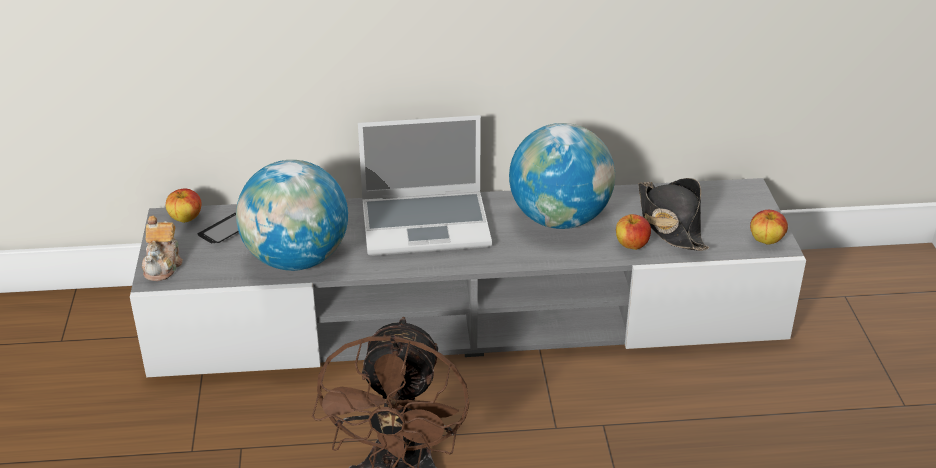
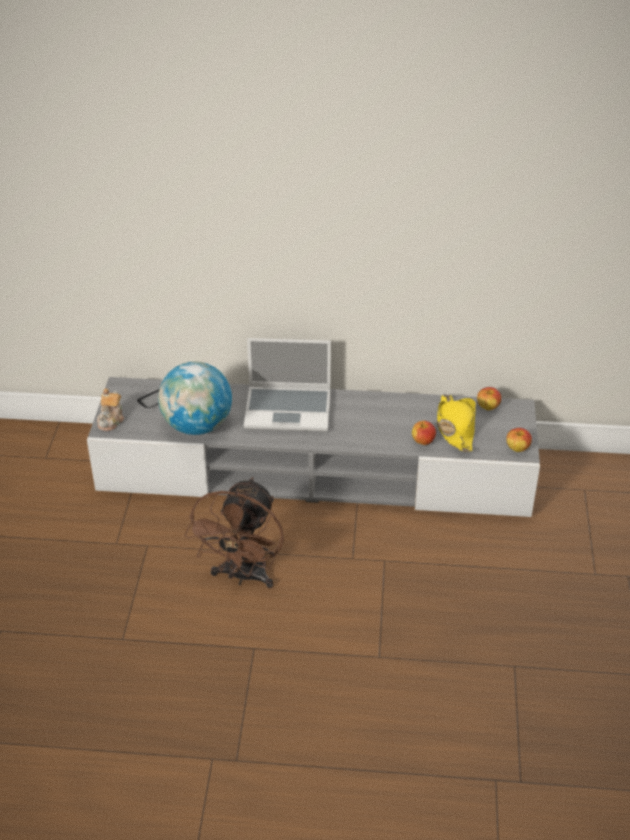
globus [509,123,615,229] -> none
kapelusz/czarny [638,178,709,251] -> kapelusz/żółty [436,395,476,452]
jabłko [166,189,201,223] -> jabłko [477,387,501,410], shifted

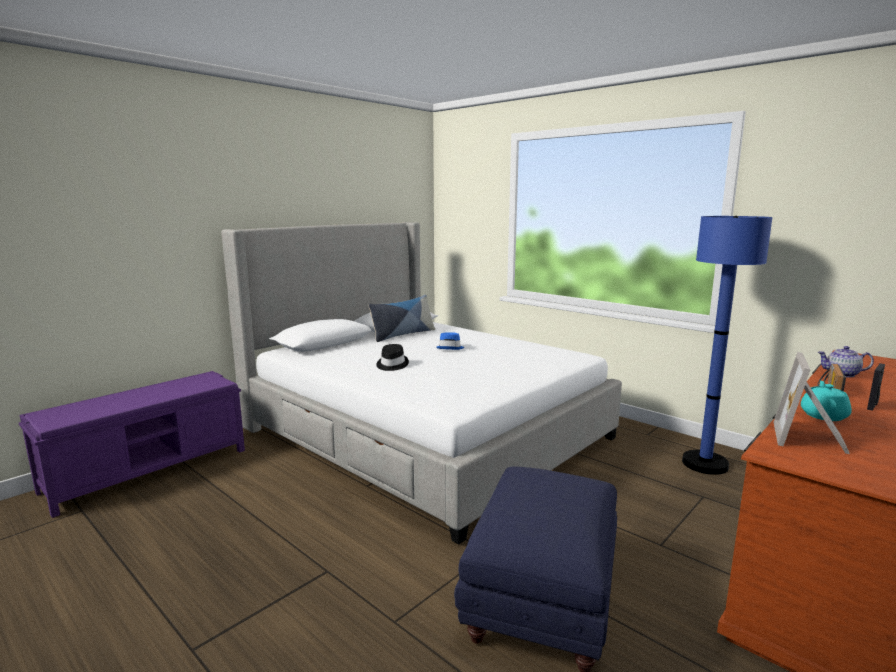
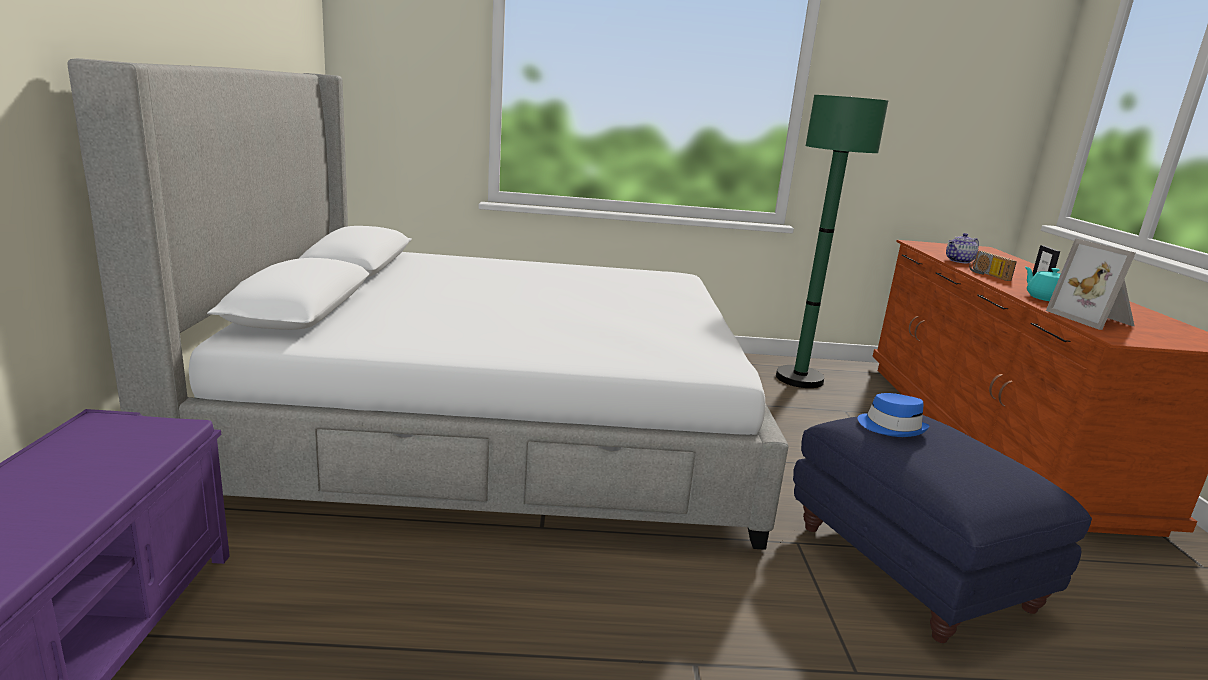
lampa stojąca/niebieski [682,216,773,475] -> lampa stojąca/zielony [776,95,888,388]
poduszka [369,295,435,342] -> none
kapelusz/niebieski [436,332,464,350] -> kapelusz/niebieski [858,393,929,437], shifted
kapelusz/czarny [376,344,409,371] -> none

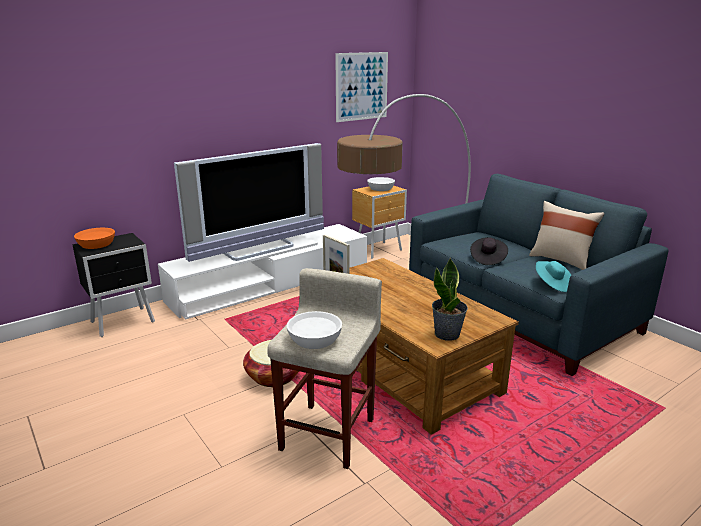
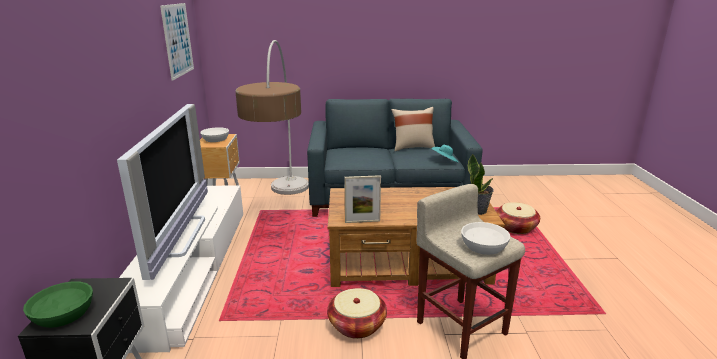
miska/pomarańczowy [74,228,115,249] -> miska/zielony [23,281,93,328]
kapelusz/czarny [470,237,508,265] -> none
none -> koszyk [496,202,540,234]

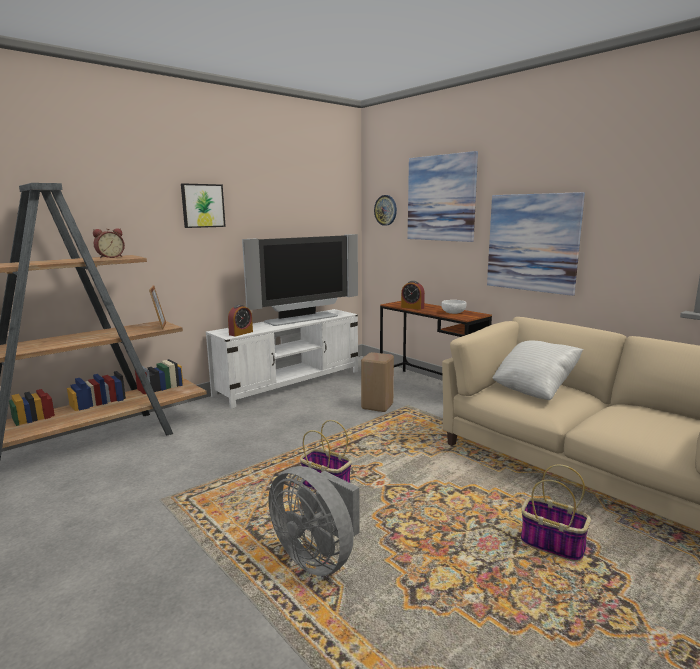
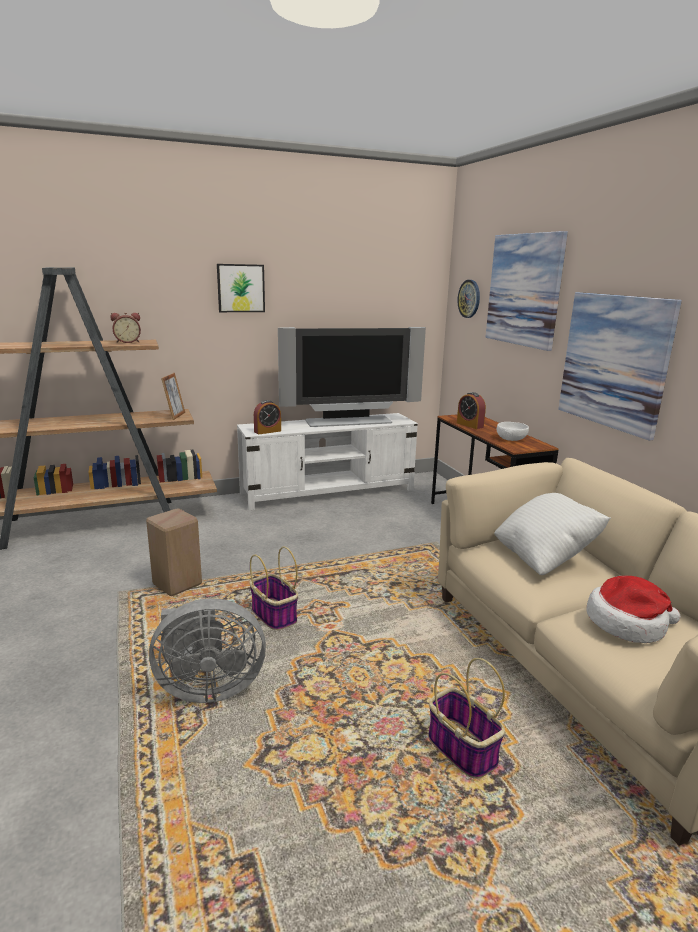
stołek/beżowy [361,352,394,412] -> stołek/beżowy [146,508,202,596], shifted
wentylator/szary [269,466,360,576] -> wentylator/szary [149,598,266,703], 75 degrees counterclockwise
none -> kapelusz [586,576,681,643]

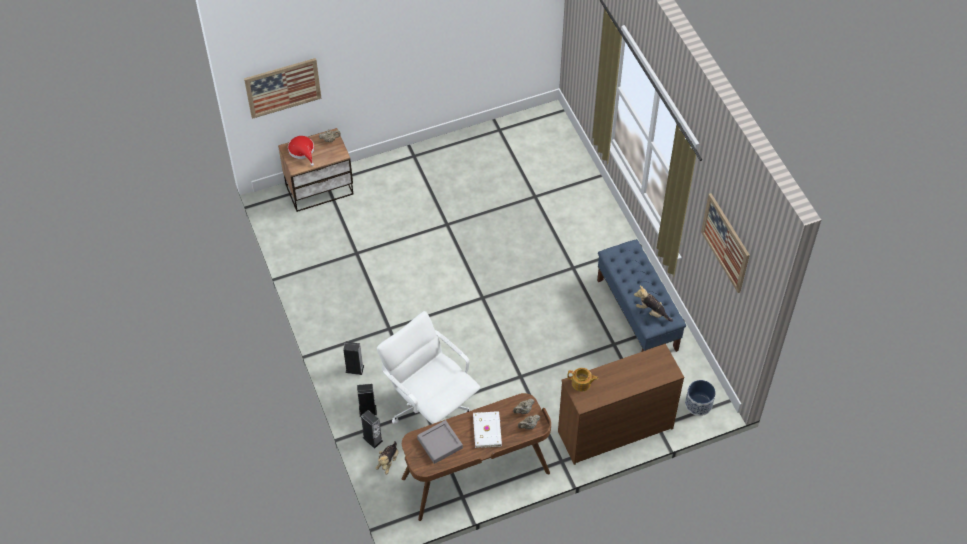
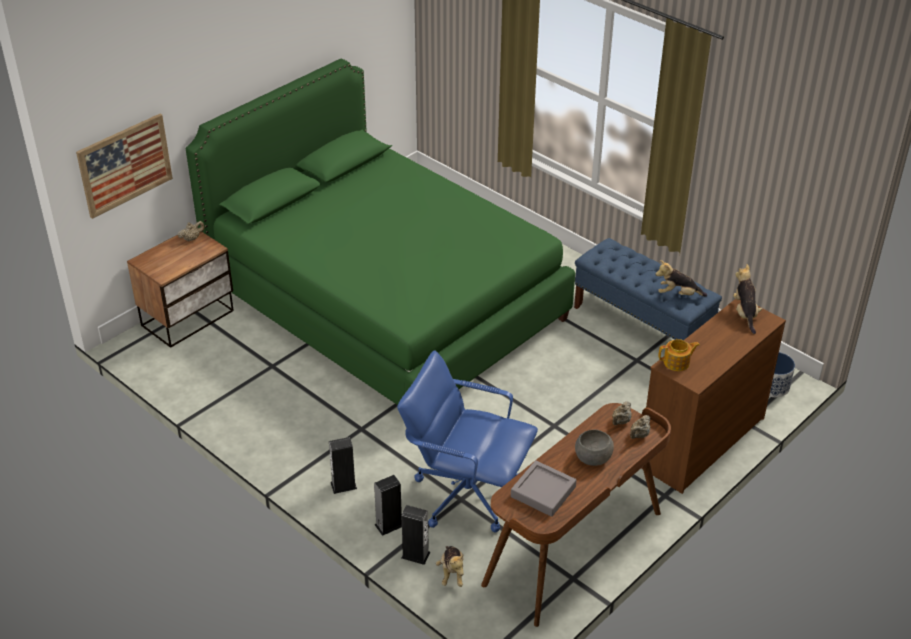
kapelusz/czerwony [288,136,314,166] -> none
obraz [701,193,750,293] -> none
krzesło biurowe/biały [377,311,480,424] -> krzesło biurowe/niebieski [397,351,538,533]
książka/biały [473,411,502,448] -> miska/szary [575,430,614,466]
none -> łóżko/zielony [186,59,575,405]
none -> pluszak [733,264,762,334]

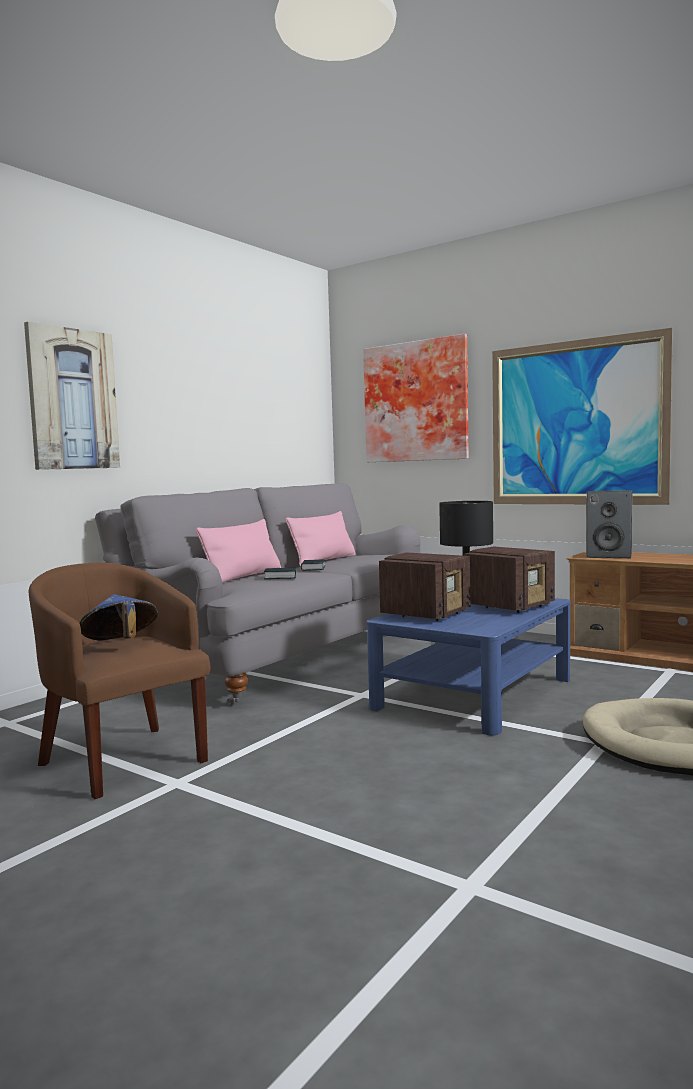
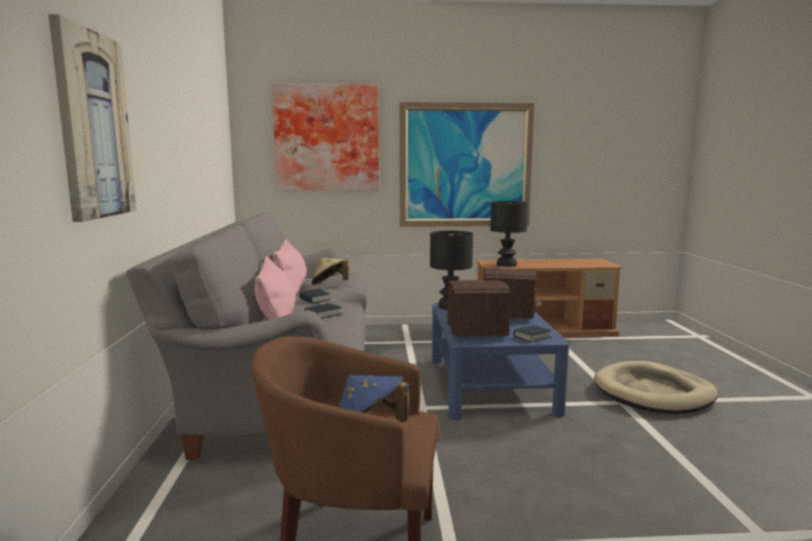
głośnik [586,490,632,559] -> lampa stołowa/czarny [490,201,528,267]
none -> kapelusz/beżowy [311,258,350,285]
none -> książka [514,325,552,342]

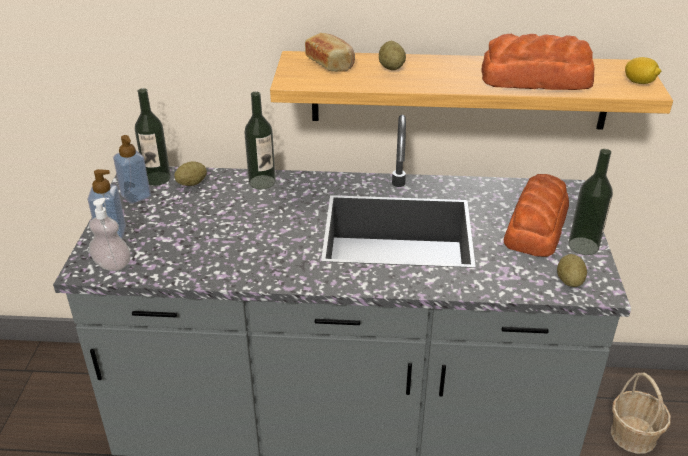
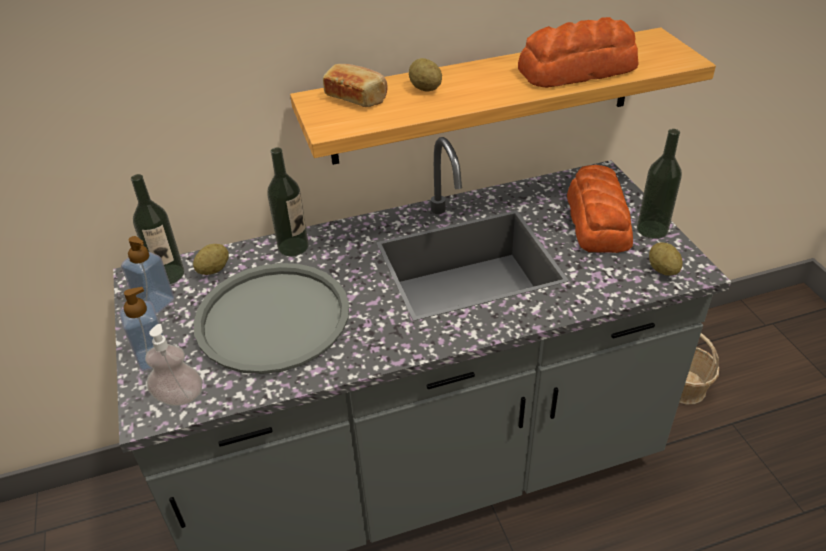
cytryna [625,57,661,84] -> none
none -> taca/szary [194,263,349,374]

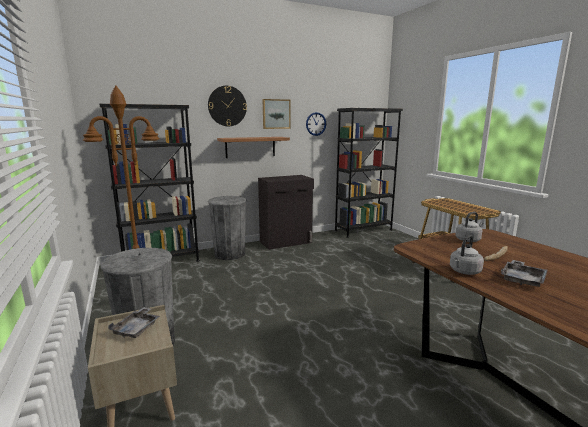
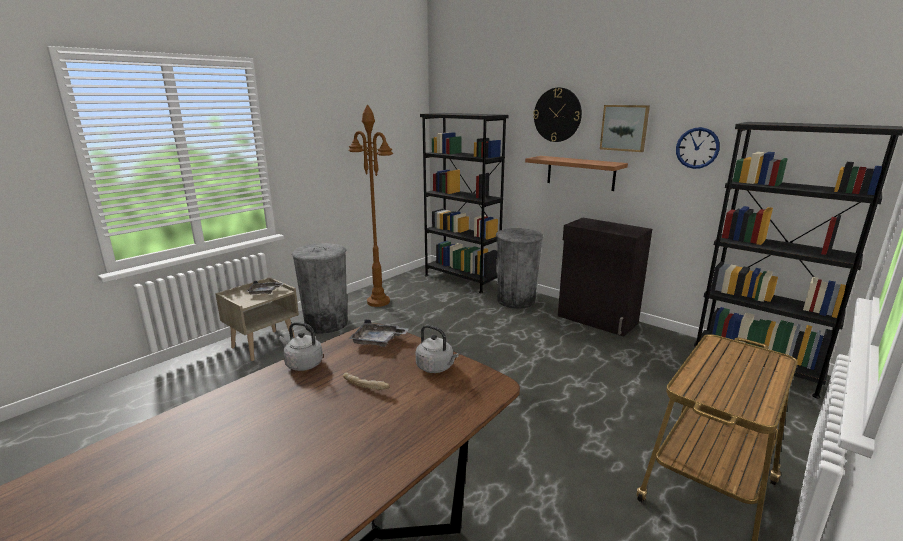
taca/szary [501,260,548,287] -> taca/szary [349,319,409,347], shifted

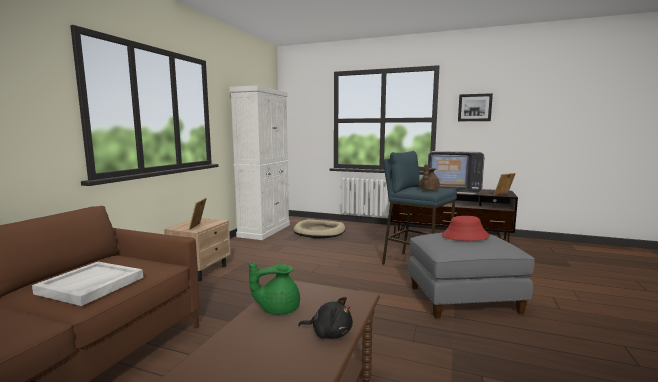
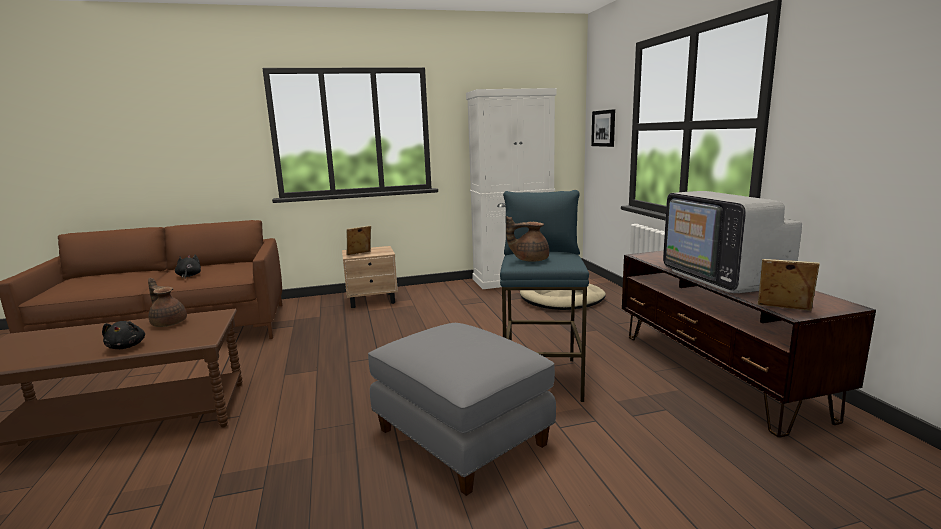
obraz [458,93,493,121] -> obraz [591,109,615,147], shifted
kapelusz/czerwony [442,216,490,241] -> none
taca/biały [32,262,143,306] -> pluszak/czarny [175,255,201,279]
imbryk/zielony [249,262,300,315] -> imbryk/brązowy [148,278,187,327]

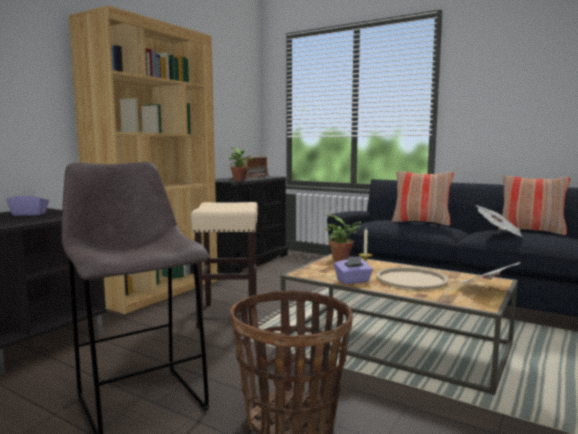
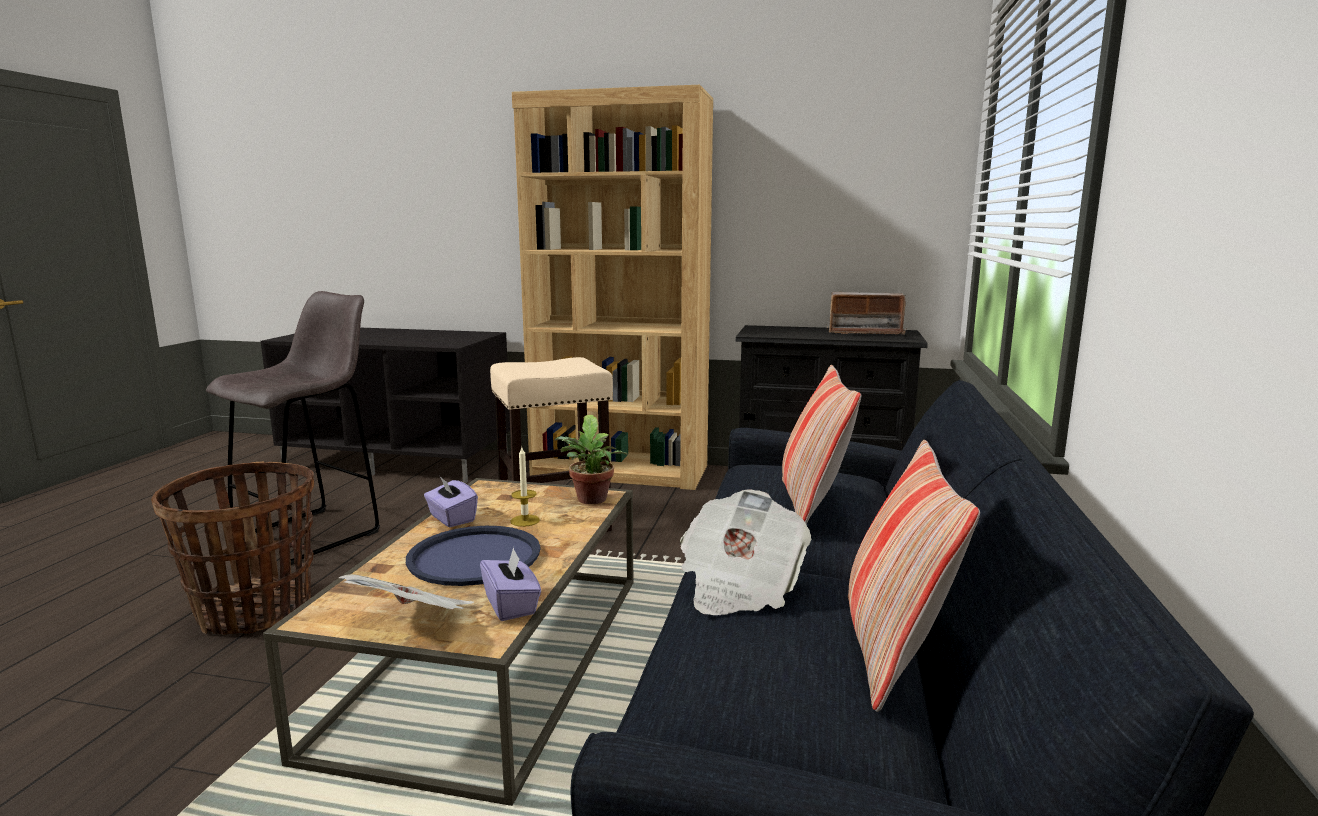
roślina doniczkowa [229,148,254,181] -> none
pudełko chusteczek/fioletowy [7,189,49,216] -> pudełko chusteczek/fioletowy [480,547,541,621], shifted
taca/beżowy [376,267,449,289] -> taca/niebieski [406,526,541,586]

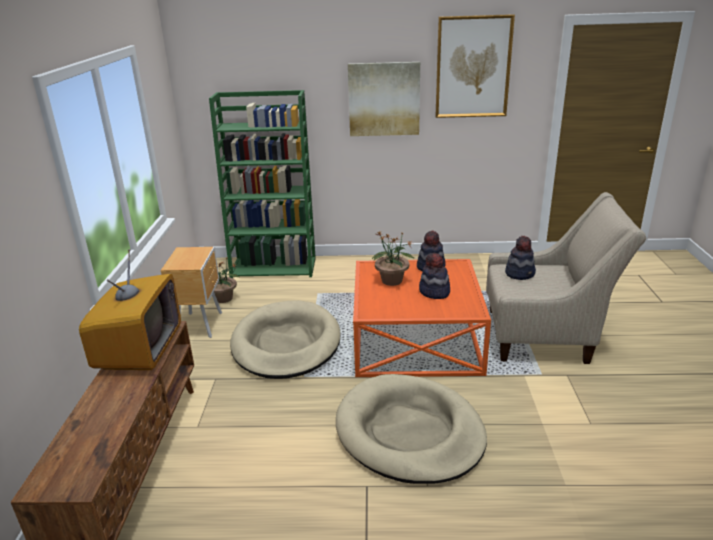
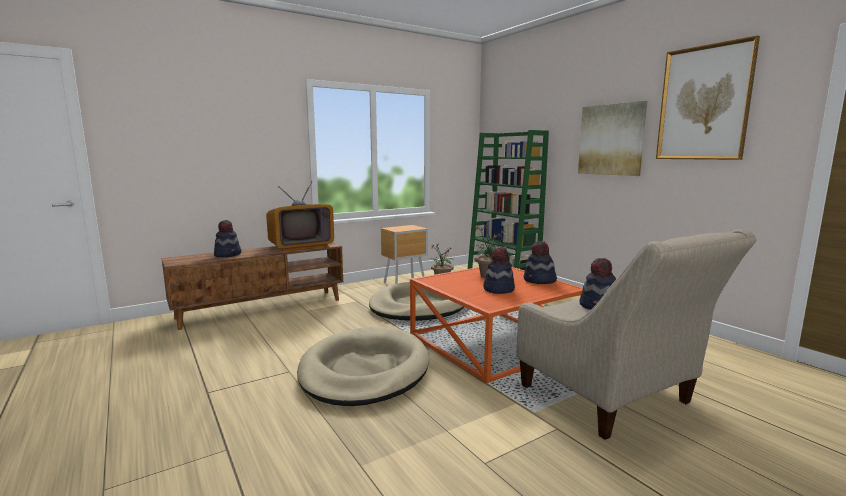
none -> kapelusz [214,220,241,257]

